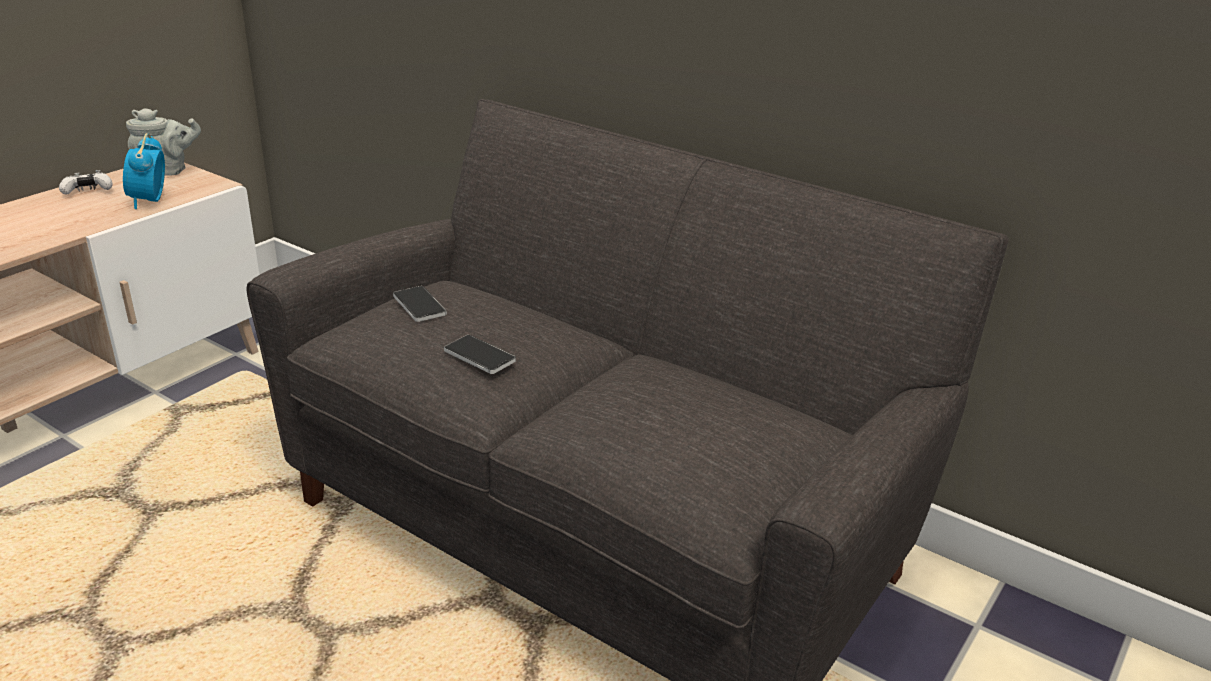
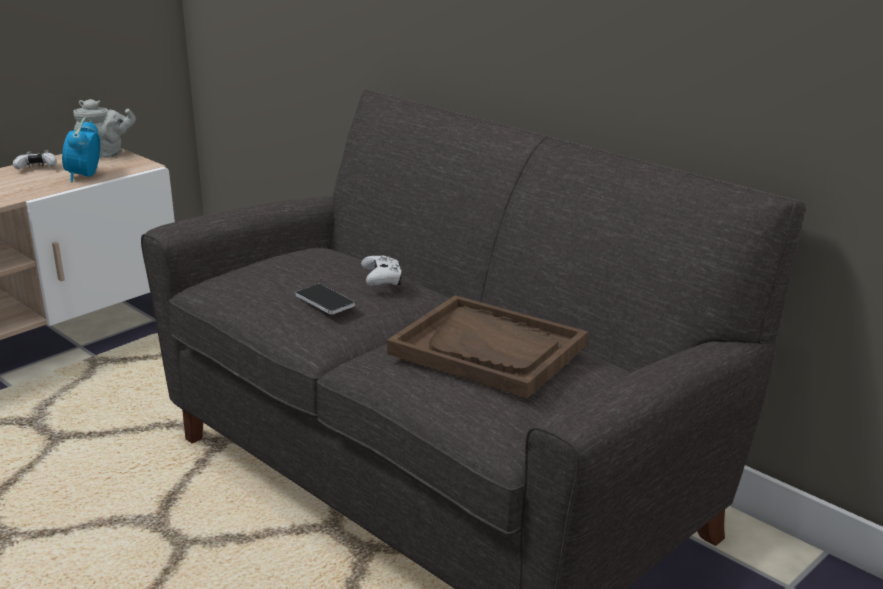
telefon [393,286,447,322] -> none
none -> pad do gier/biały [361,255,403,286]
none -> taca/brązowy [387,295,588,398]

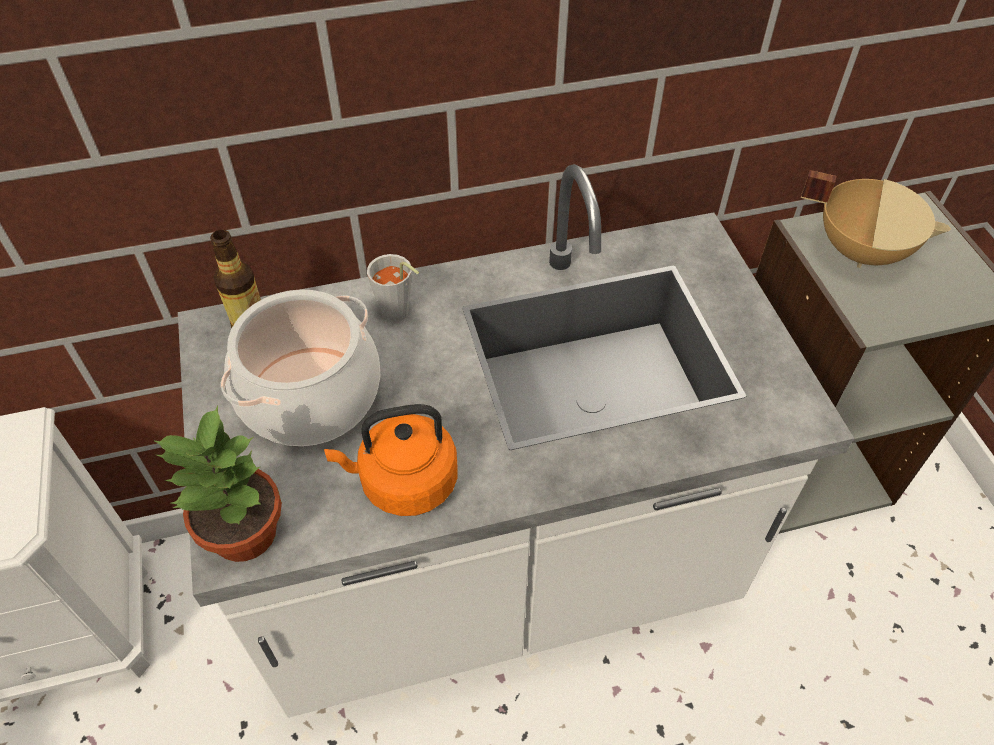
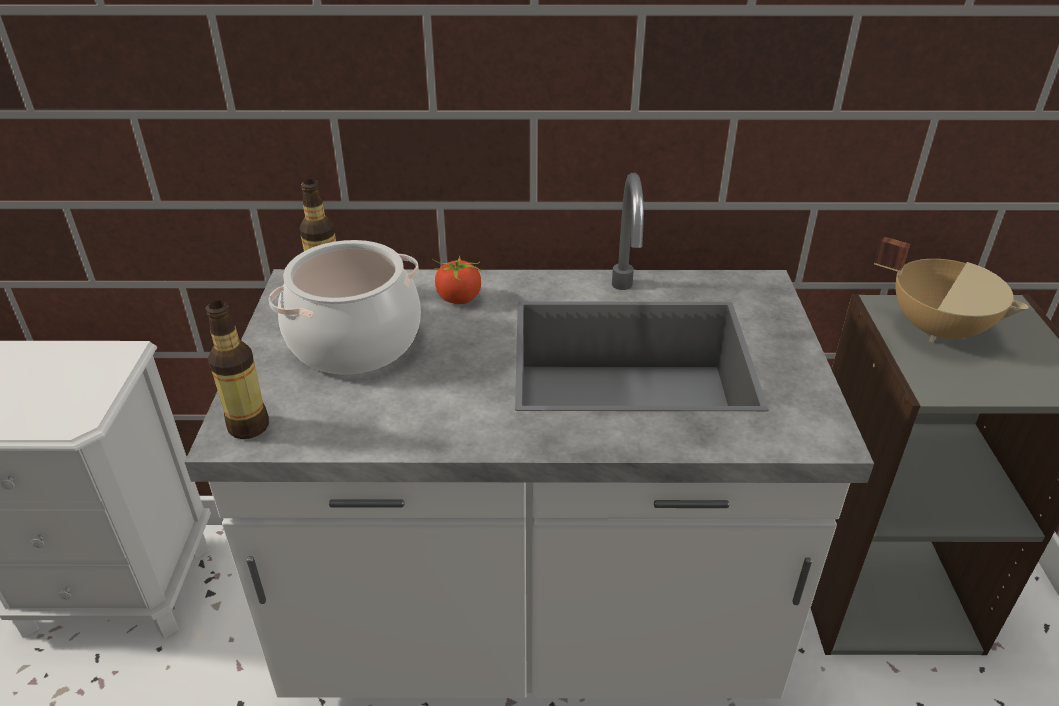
filiżanka/szary [367,254,419,322] -> pomidor [432,256,482,304]
czajnik/pomarańczowy [324,404,457,516] -> none
roślina doniczkowa [153,405,282,562] -> butelka [206,301,269,439]

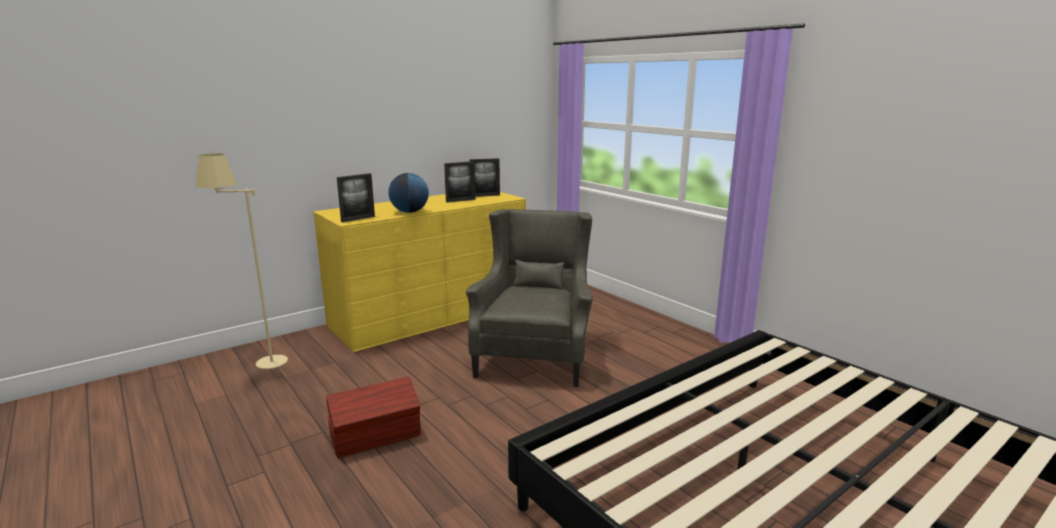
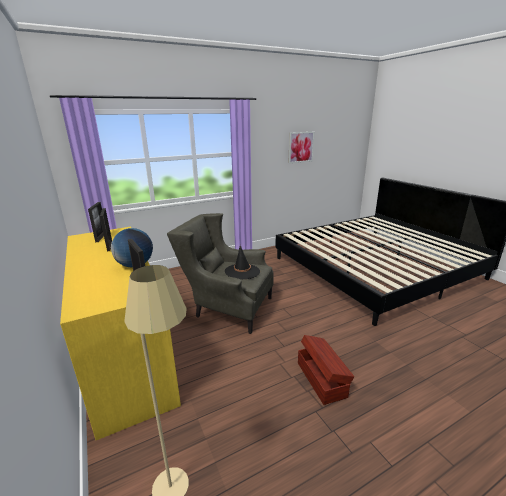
none -> obraz [288,132,314,163]
none -> kapelusz/czarny [225,245,260,279]

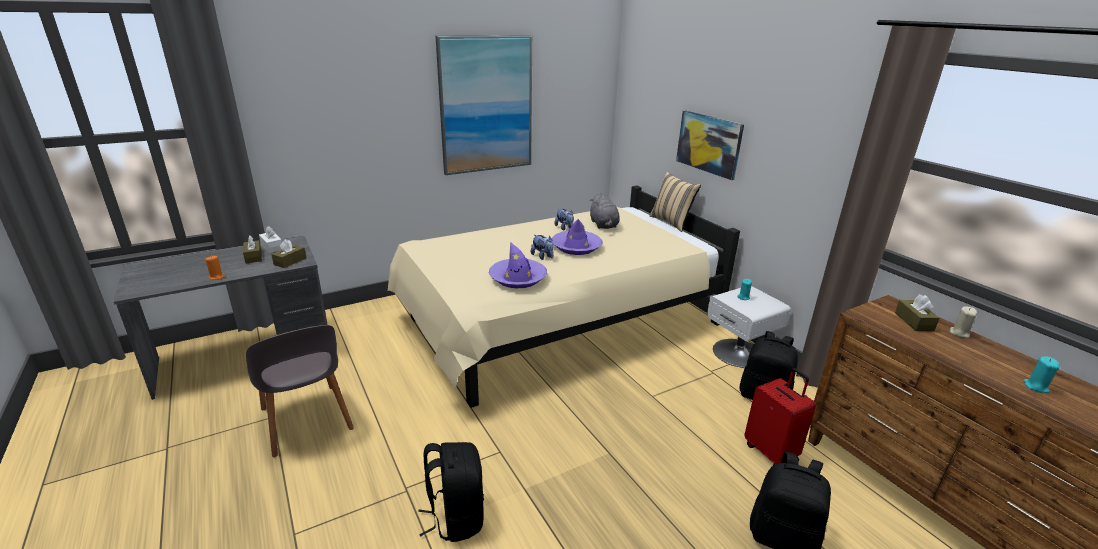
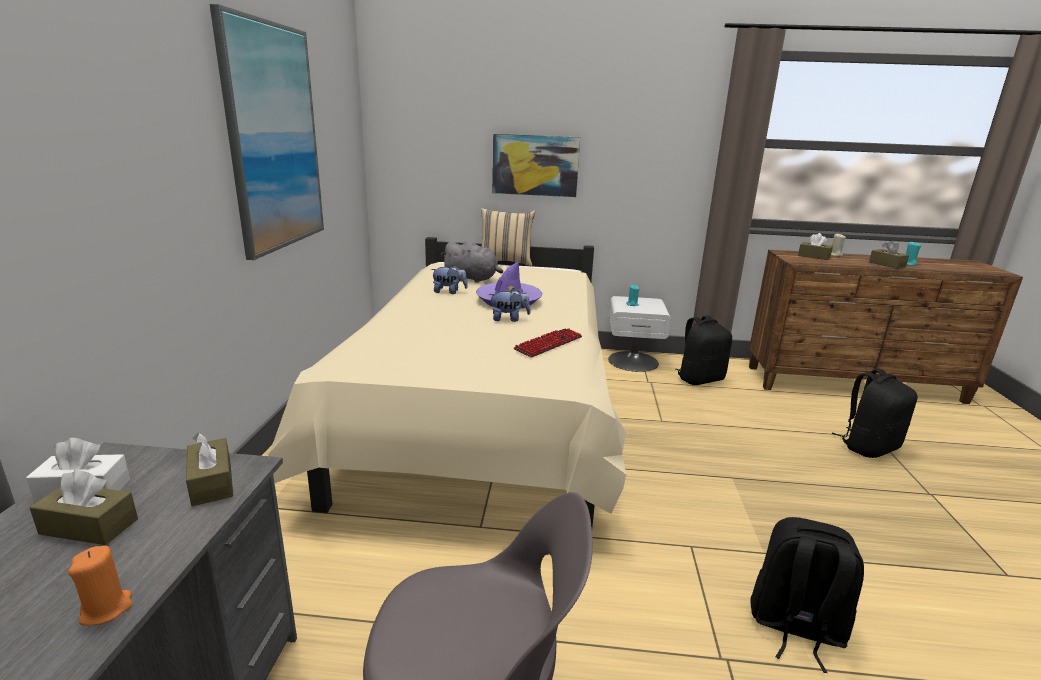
kapelusz/fioletowy [489,242,547,288] -> klawiatura [514,328,582,358]
walizka/czerwony [744,368,816,465] -> none
none -> pudełko chusteczek/brązowy [869,240,909,269]

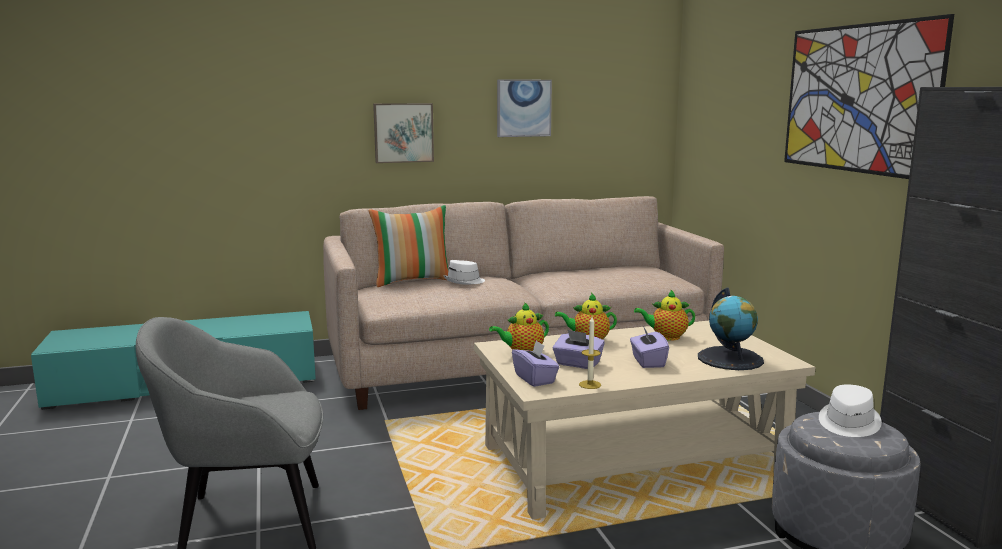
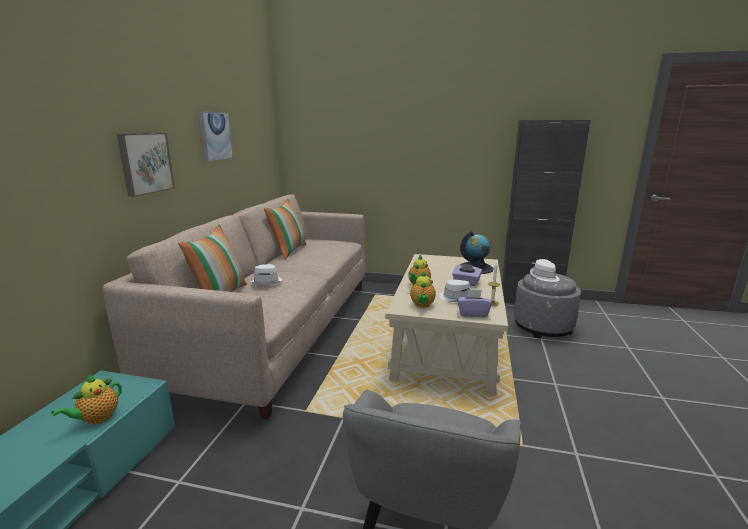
obraz [784,14,954,179] -> none
imbryk [634,289,695,341] -> imbryk [51,375,122,425], shifted
pudełko chusteczek/fioletowy [553,330,605,369] -> kapelusz/biały [439,280,470,302]
none -> poduszka [264,199,306,259]

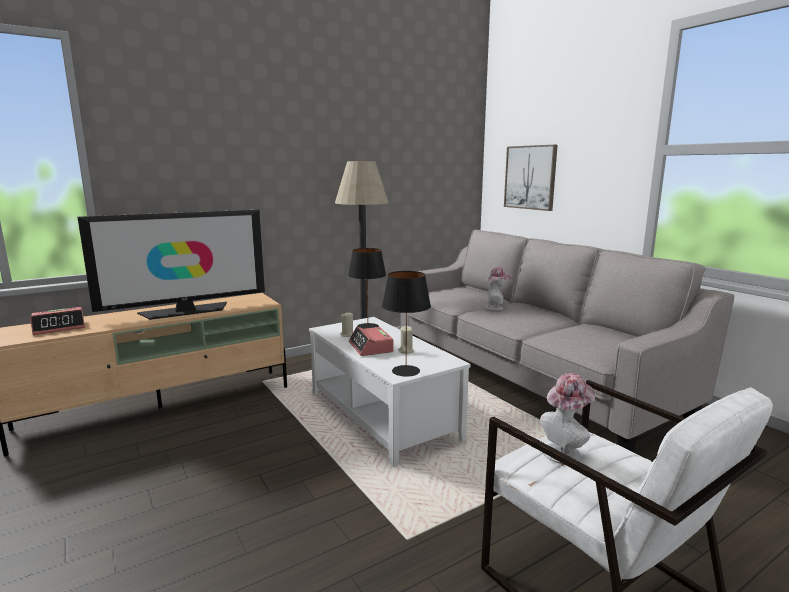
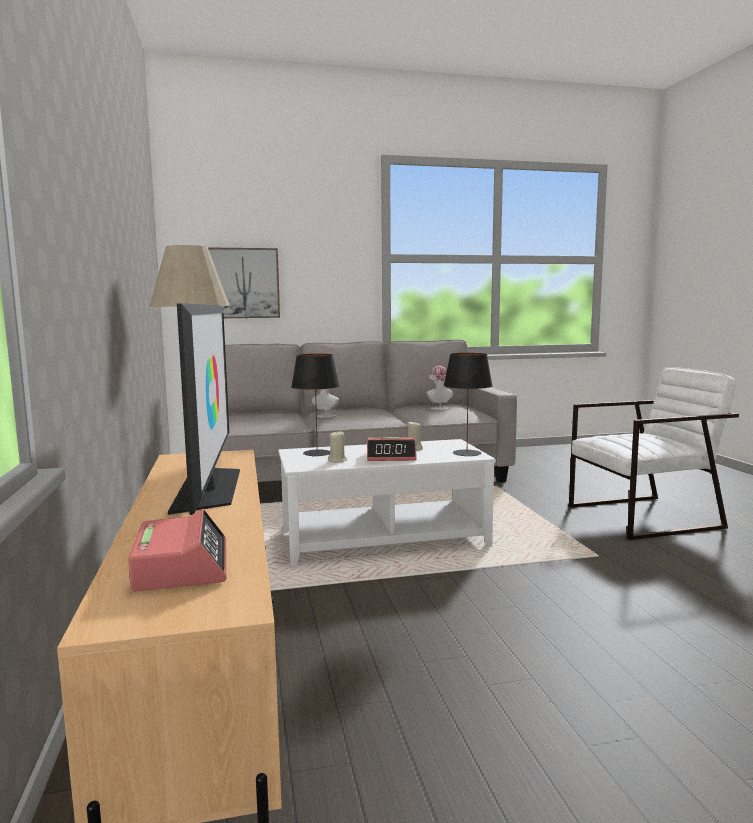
kapelusz [540,373,595,464] -> kapelusz [427,366,454,410], shifted

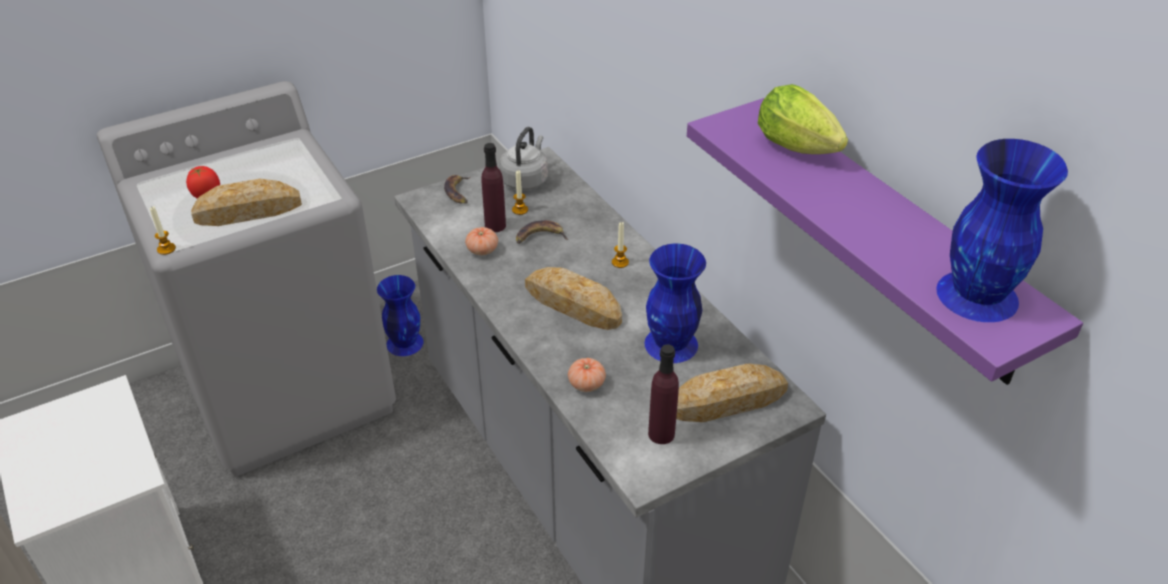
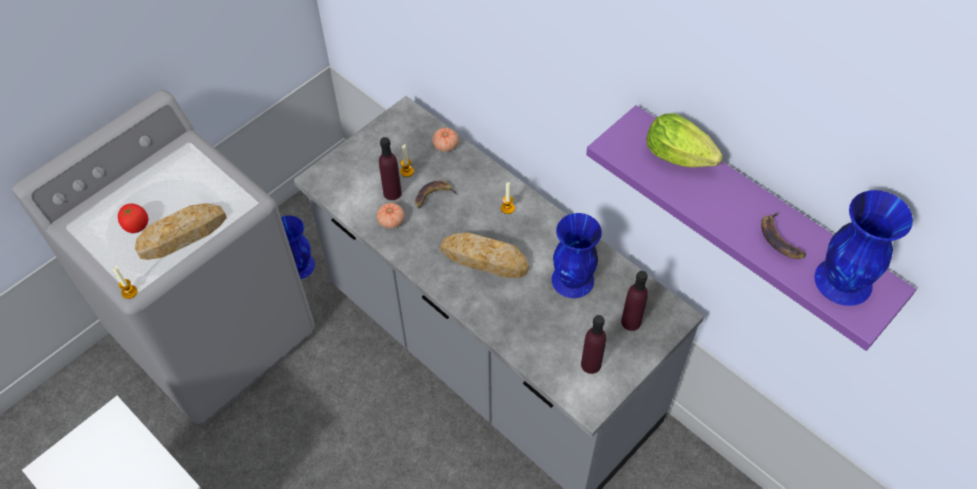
czajnik/szary [499,127,548,190] -> none
banan [444,175,471,204] -> banan [761,211,806,259], shifted
pomidor [568,358,606,392] -> pomidor [432,128,458,152], shifted
chleb [676,364,788,422] -> butelka/fioletowy [621,271,648,331]

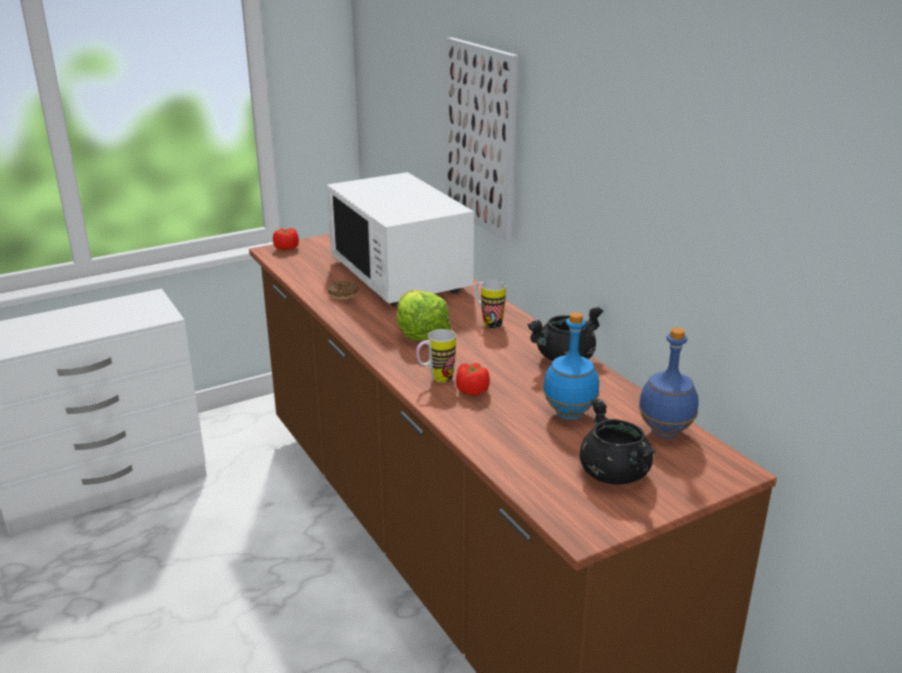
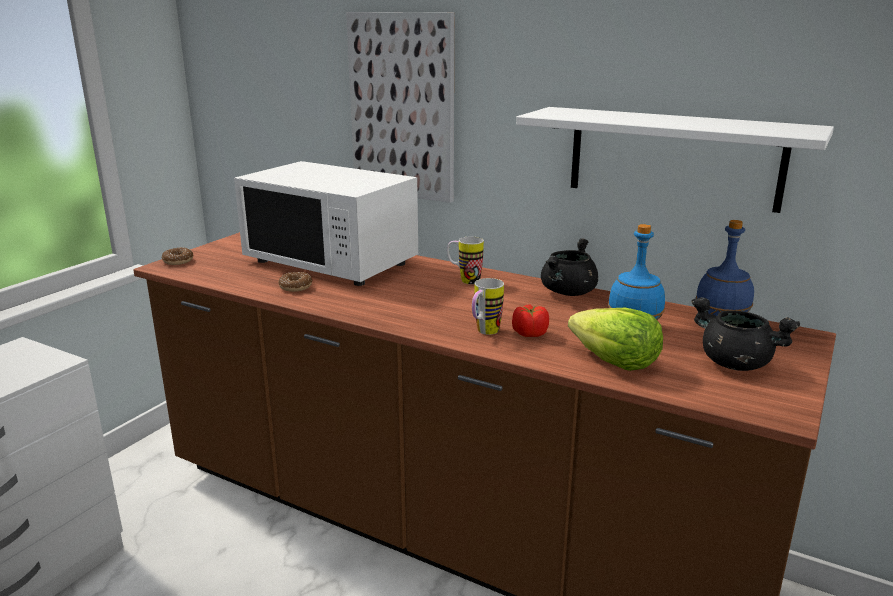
pomidor [273,228,299,251] -> donut [162,247,193,265]
sałata [397,290,451,342] -> sałata [568,308,663,371], shifted
none -> półka/biały [516,107,834,213]

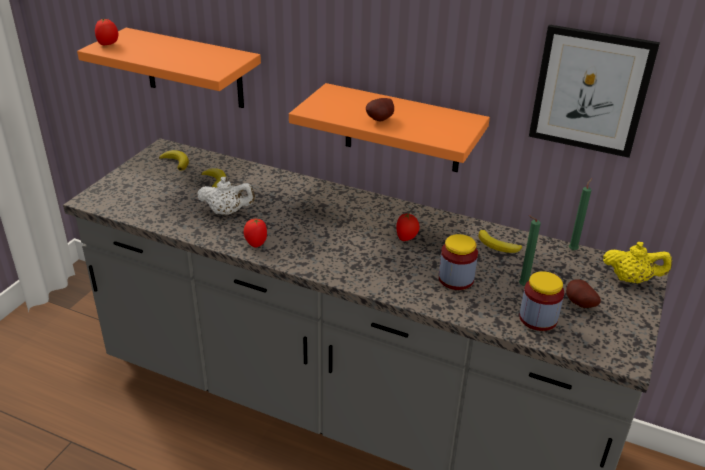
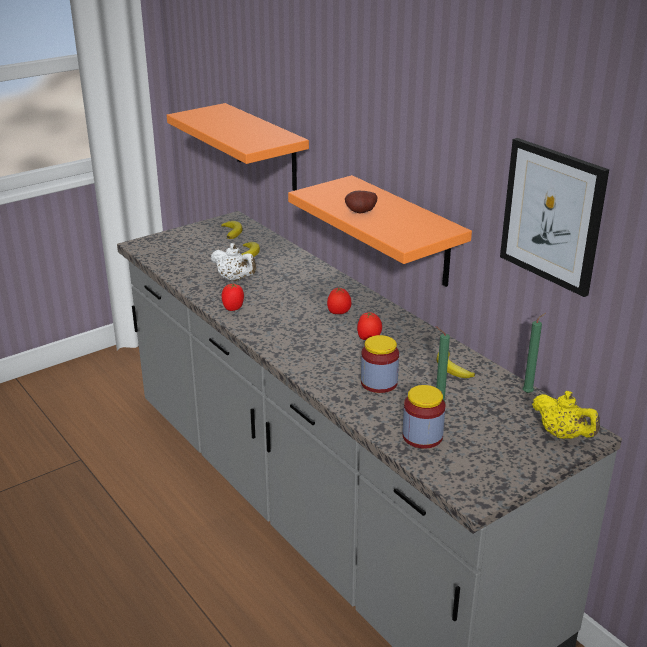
pomidor [95,19,118,45] -> pomidor [327,288,351,314], shifted
ziemniak [566,280,601,308] -> none

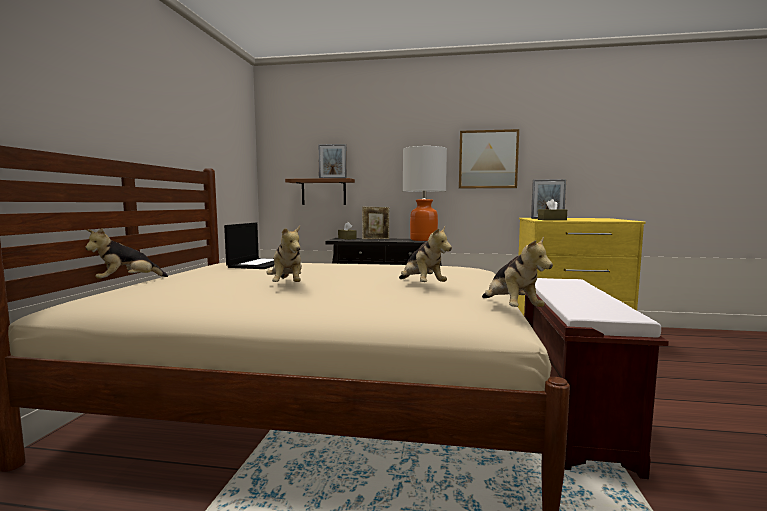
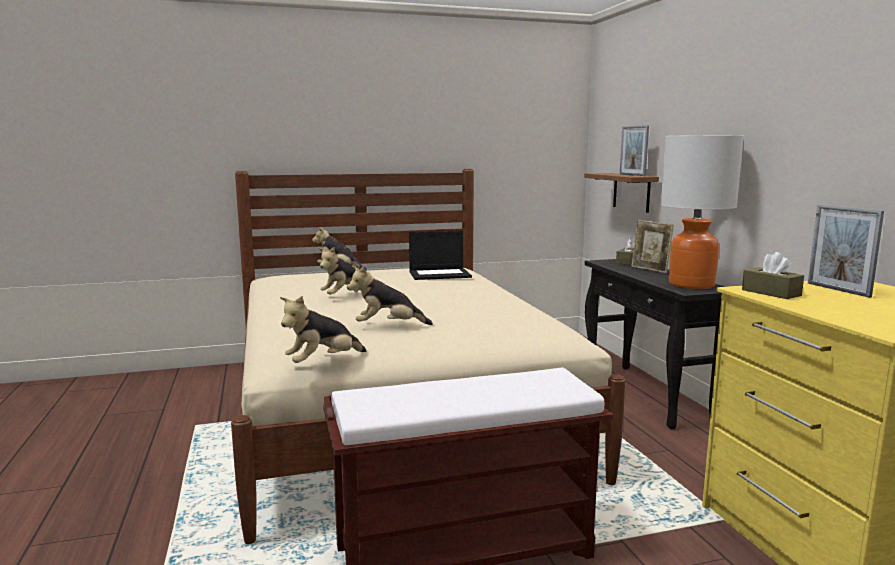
obraz [459,129,519,188] -> none
pluszak [399,226,452,282] -> pluszak [347,266,433,325], 45 degrees clockwise

